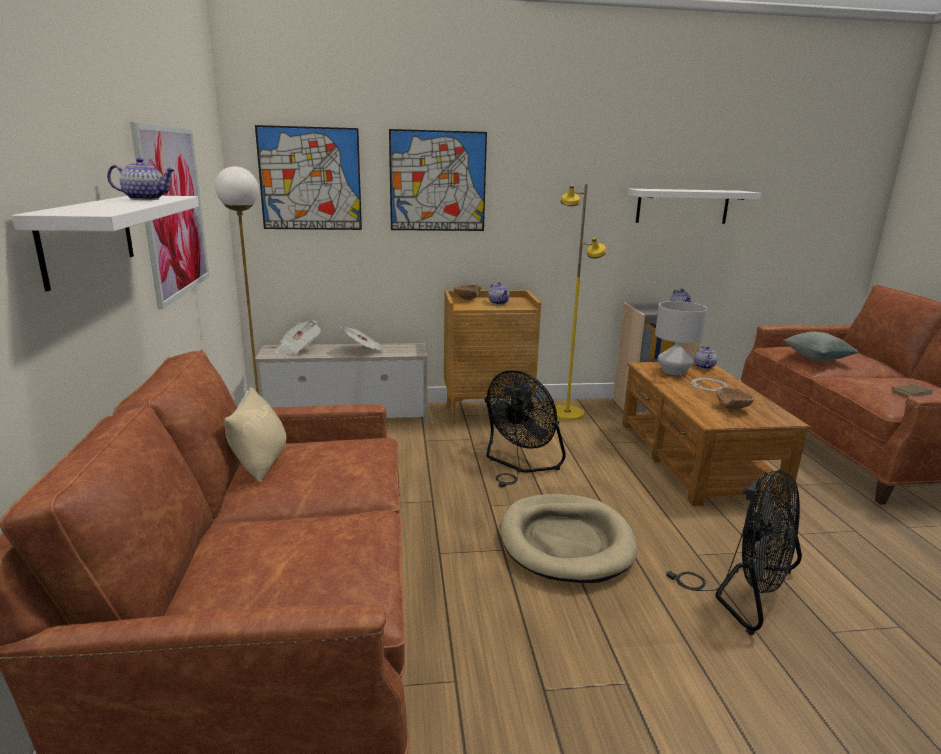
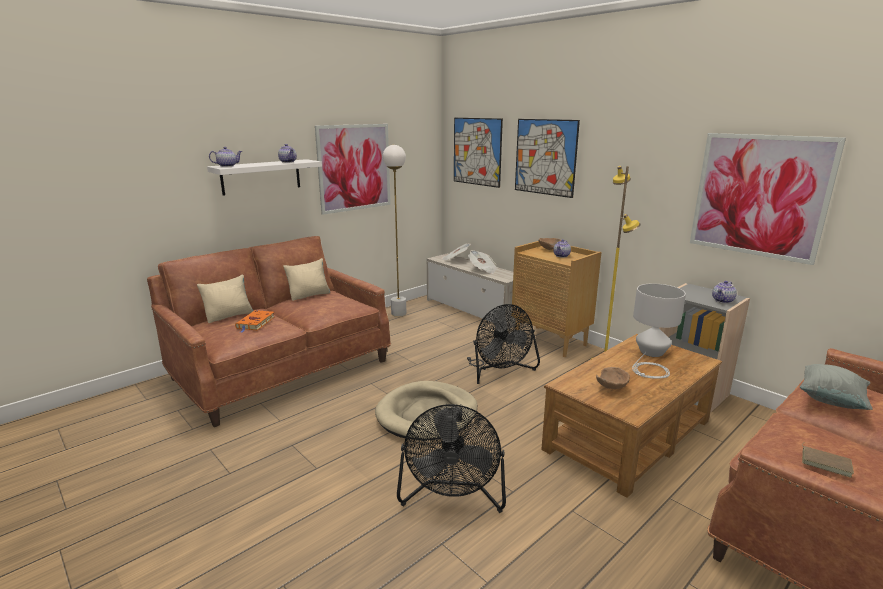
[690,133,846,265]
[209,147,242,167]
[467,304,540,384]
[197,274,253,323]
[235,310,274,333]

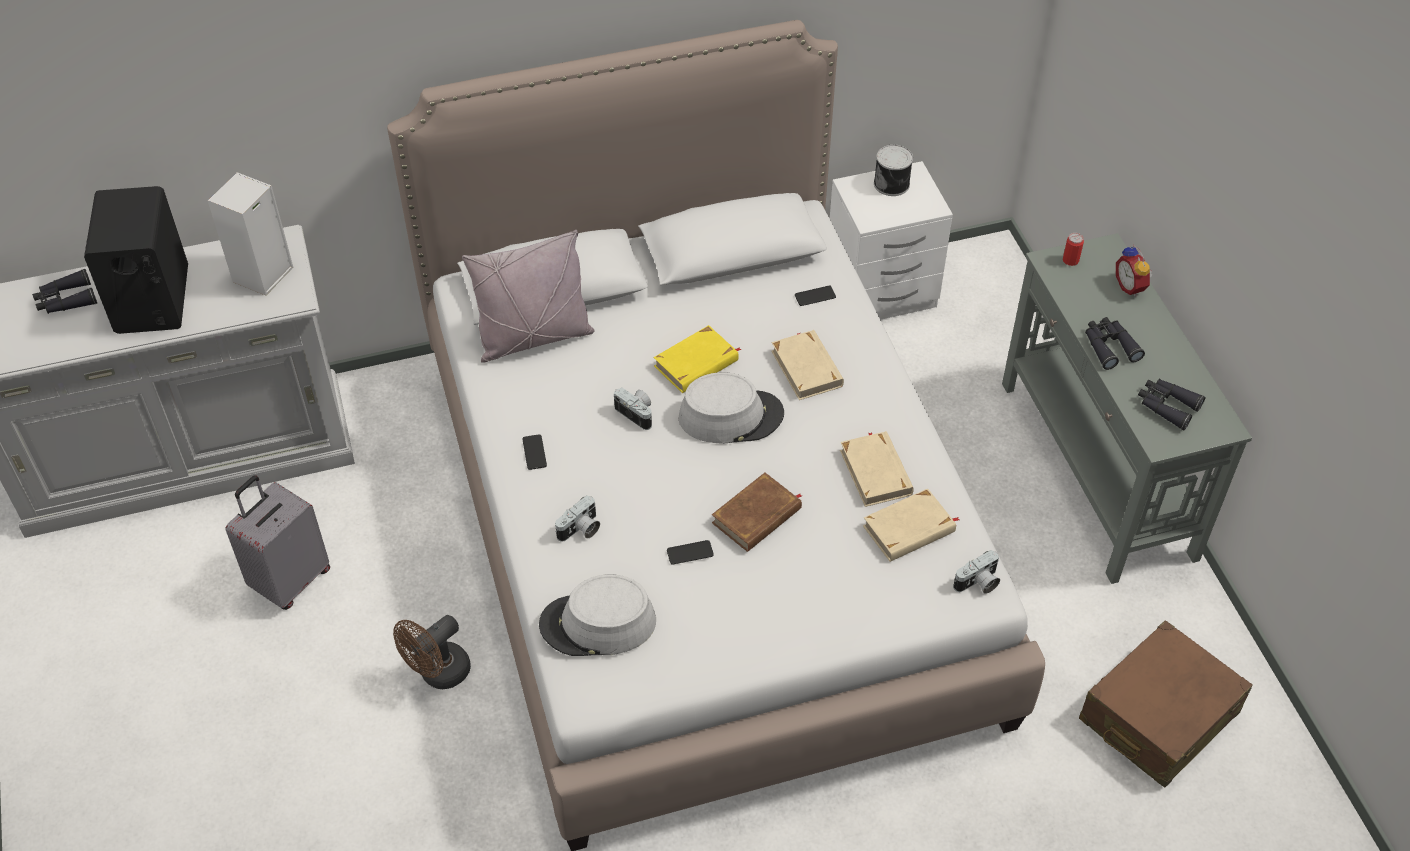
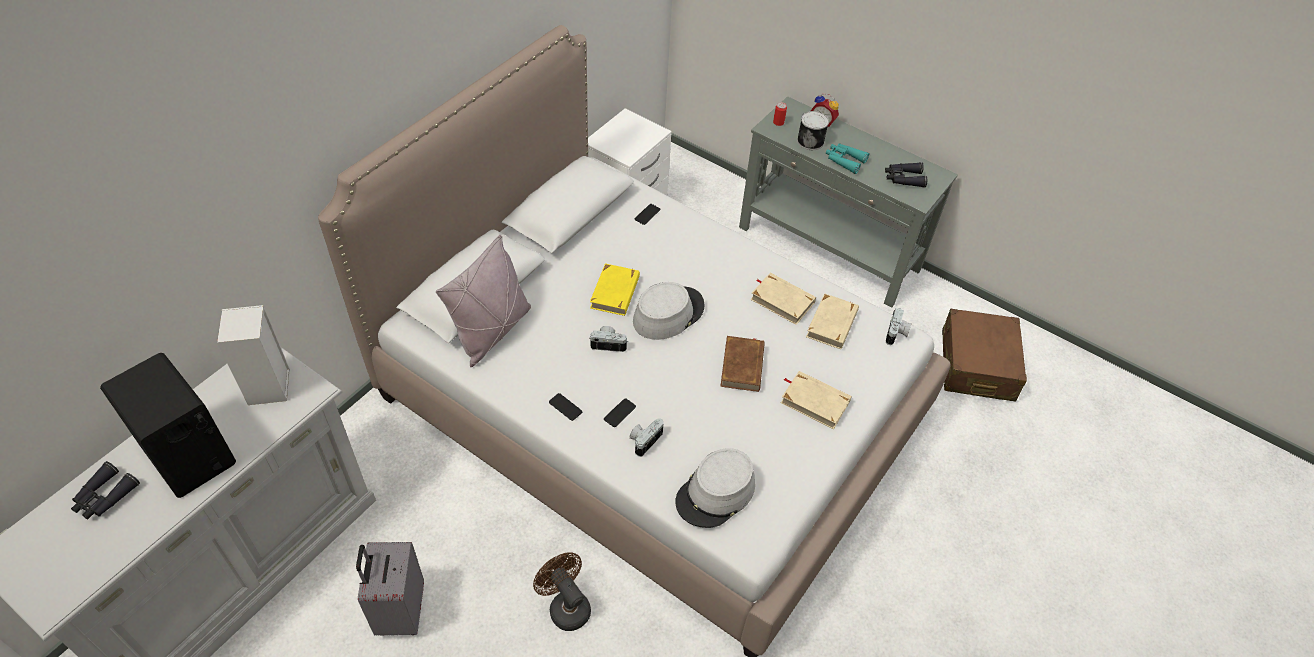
[797,111,829,150]
[826,143,869,174]
[781,371,852,429]
[630,418,664,457]
[604,398,636,427]
[533,552,591,631]

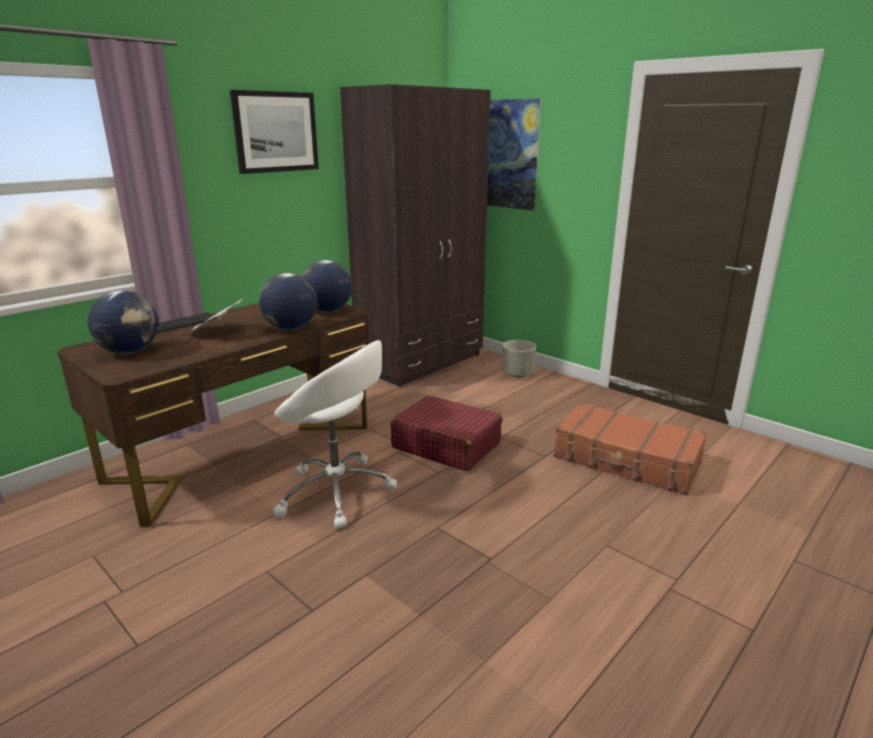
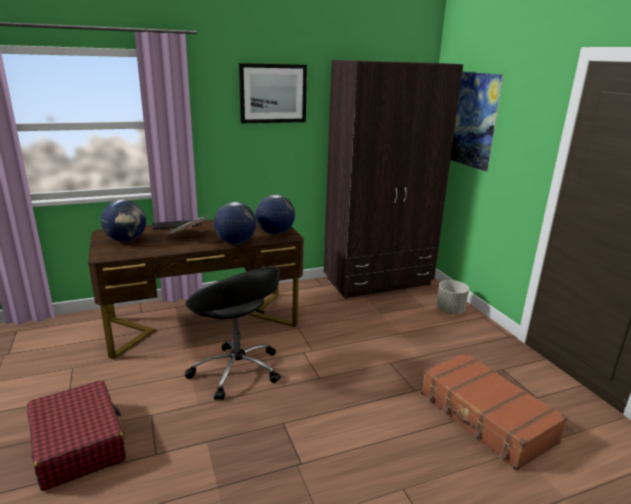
[185,266,281,400]
[27,380,126,491]

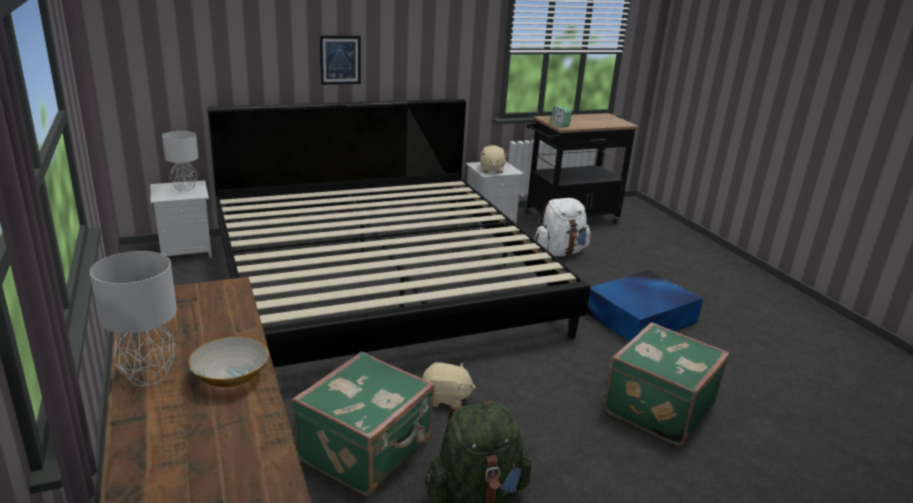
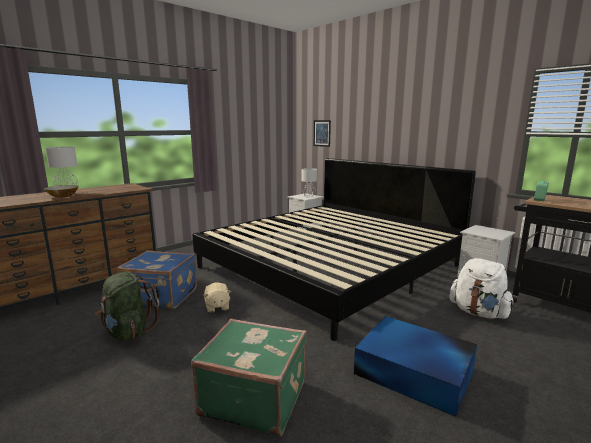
[314,120,331,147]
[481,145,508,173] (first image)
[117,250,197,309]

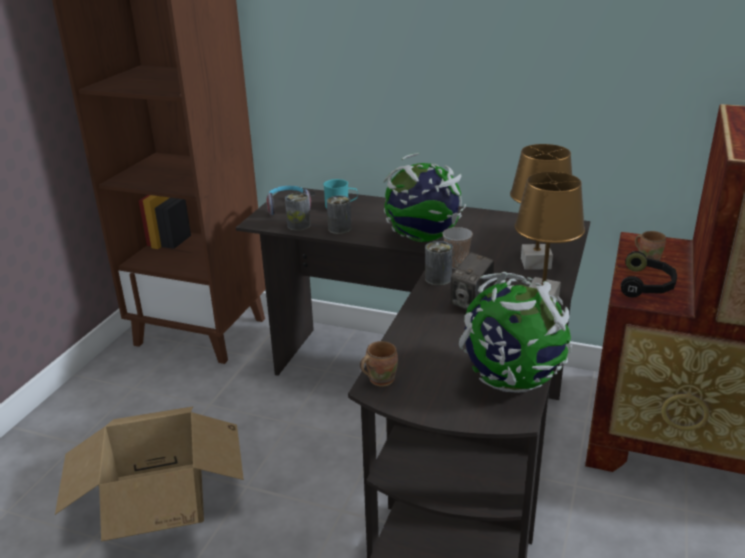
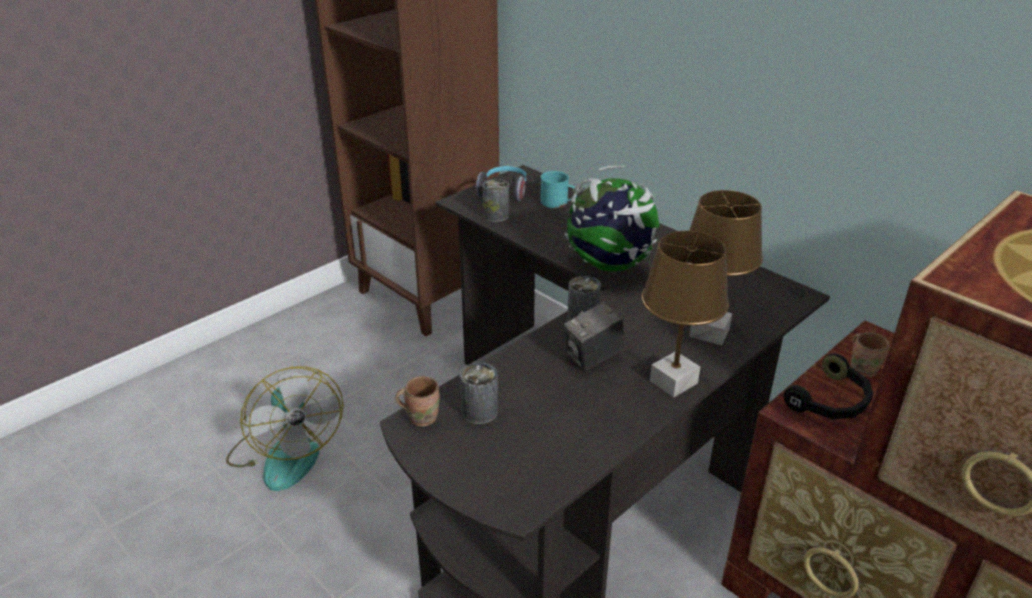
[460,363,498,424]
[442,227,473,269] (first image)
[459,272,572,393] (first image)
[226,366,344,491]

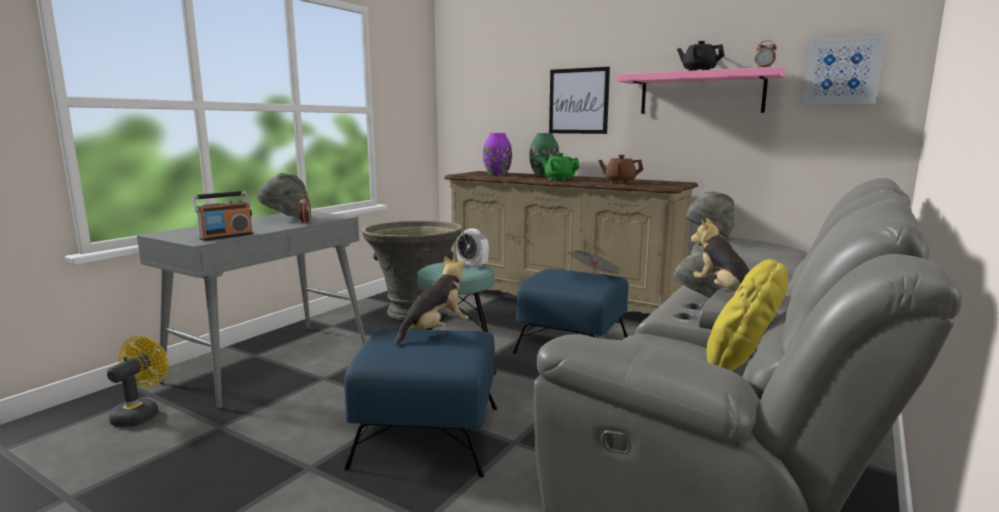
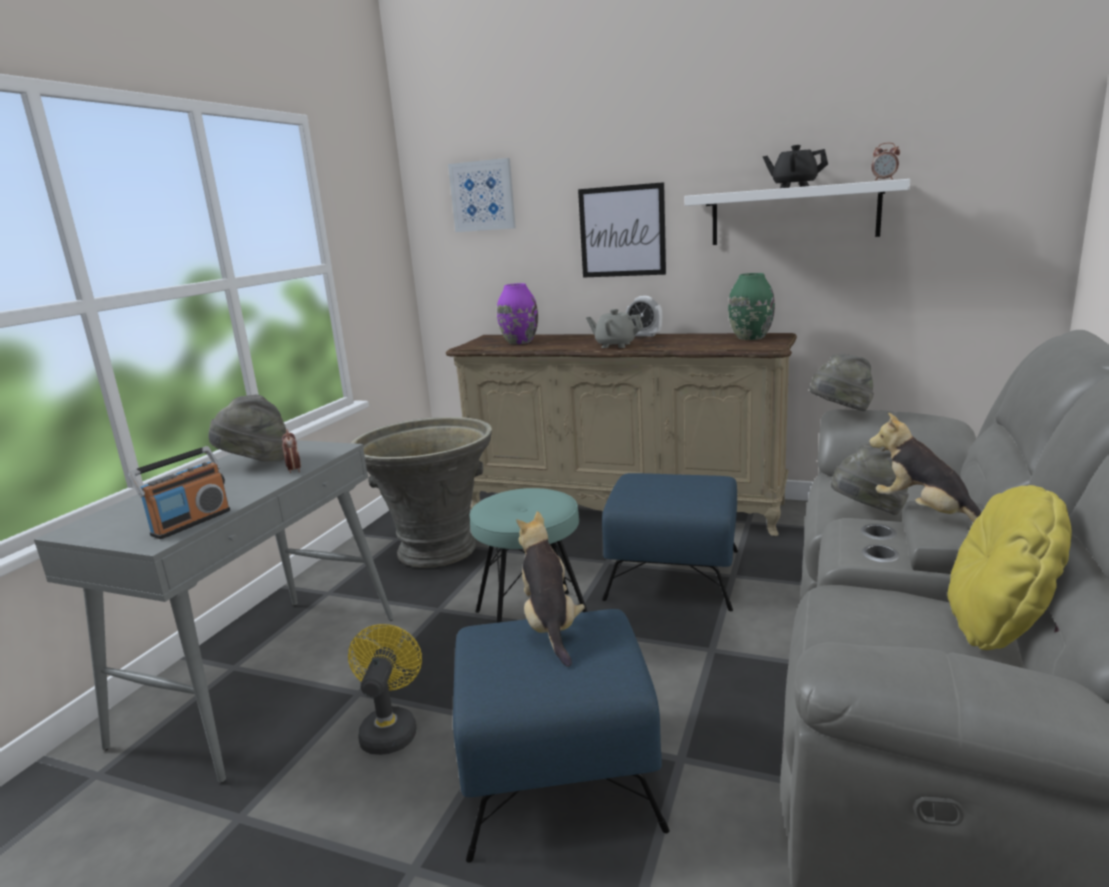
[448,158,516,232]
[685,179,910,245]
[728,273,775,340]
[586,309,643,348]
[598,155,644,184] (first image)
[626,296,662,337]
[568,251,621,274] (first image)
[516,511,585,667]
[348,624,422,755]

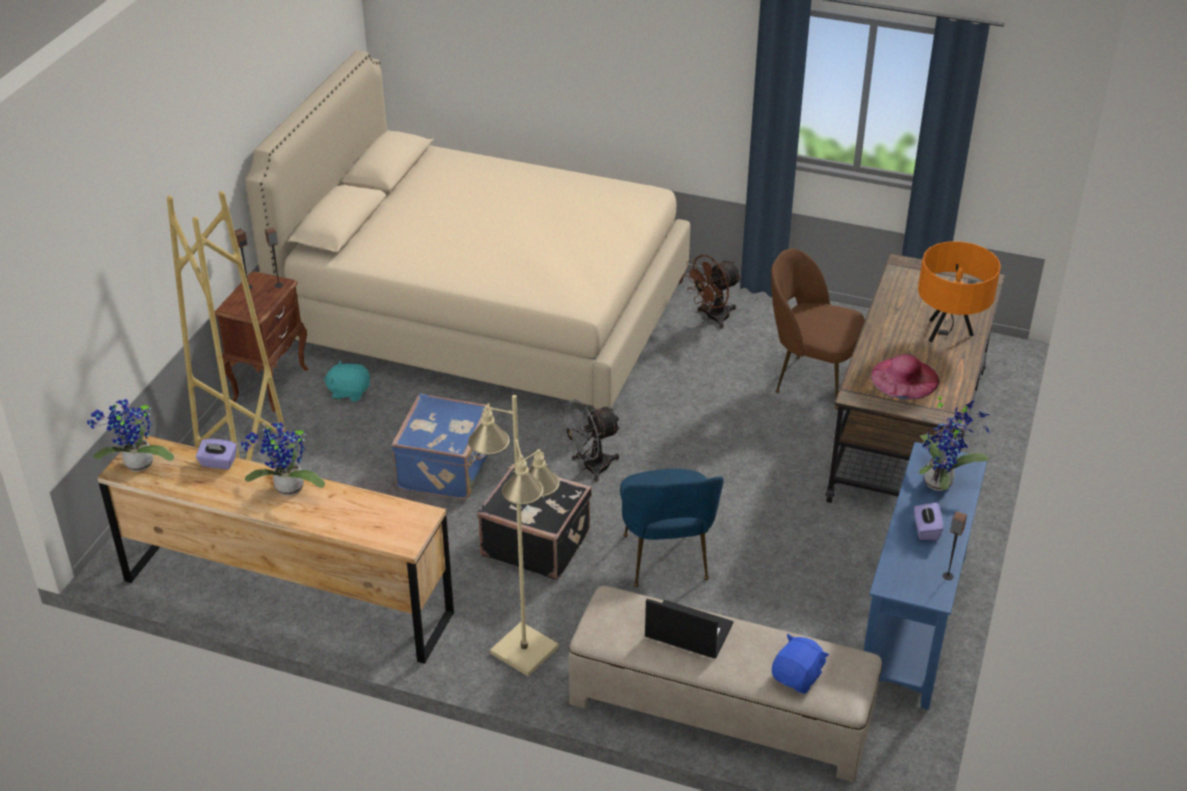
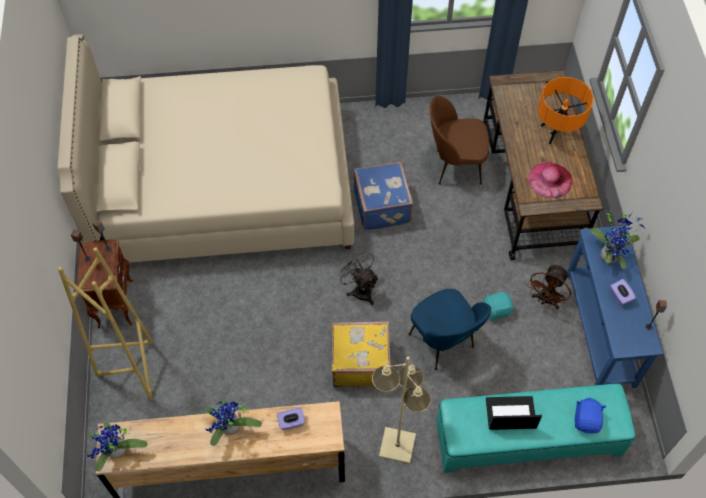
[527,264,571,309]
[483,292,514,321]
[354,161,414,231]
[335,248,379,305]
[277,408,305,430]
[331,321,391,387]
[436,384,635,473]

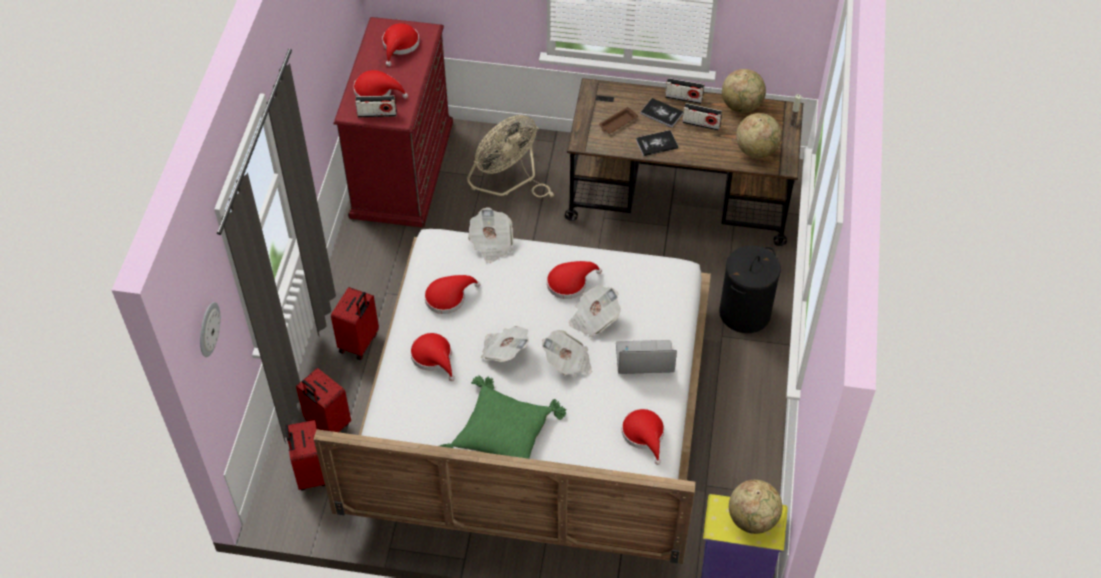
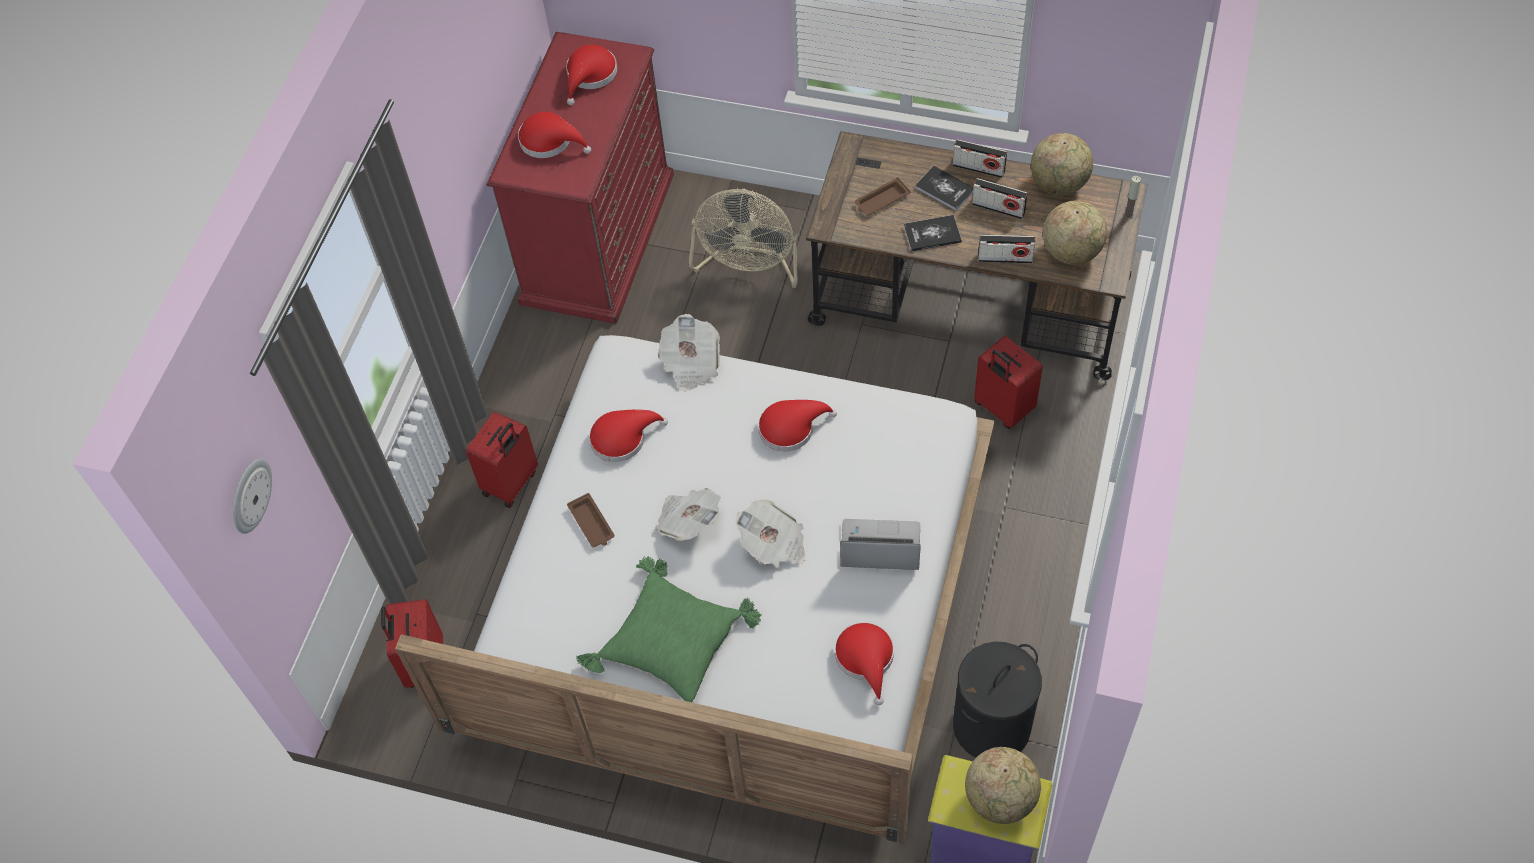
[978,235,1035,263]
[689,188,798,288]
[953,641,1042,758]
[569,285,621,337] (first image)
[567,493,614,547]
[974,336,1043,429]

